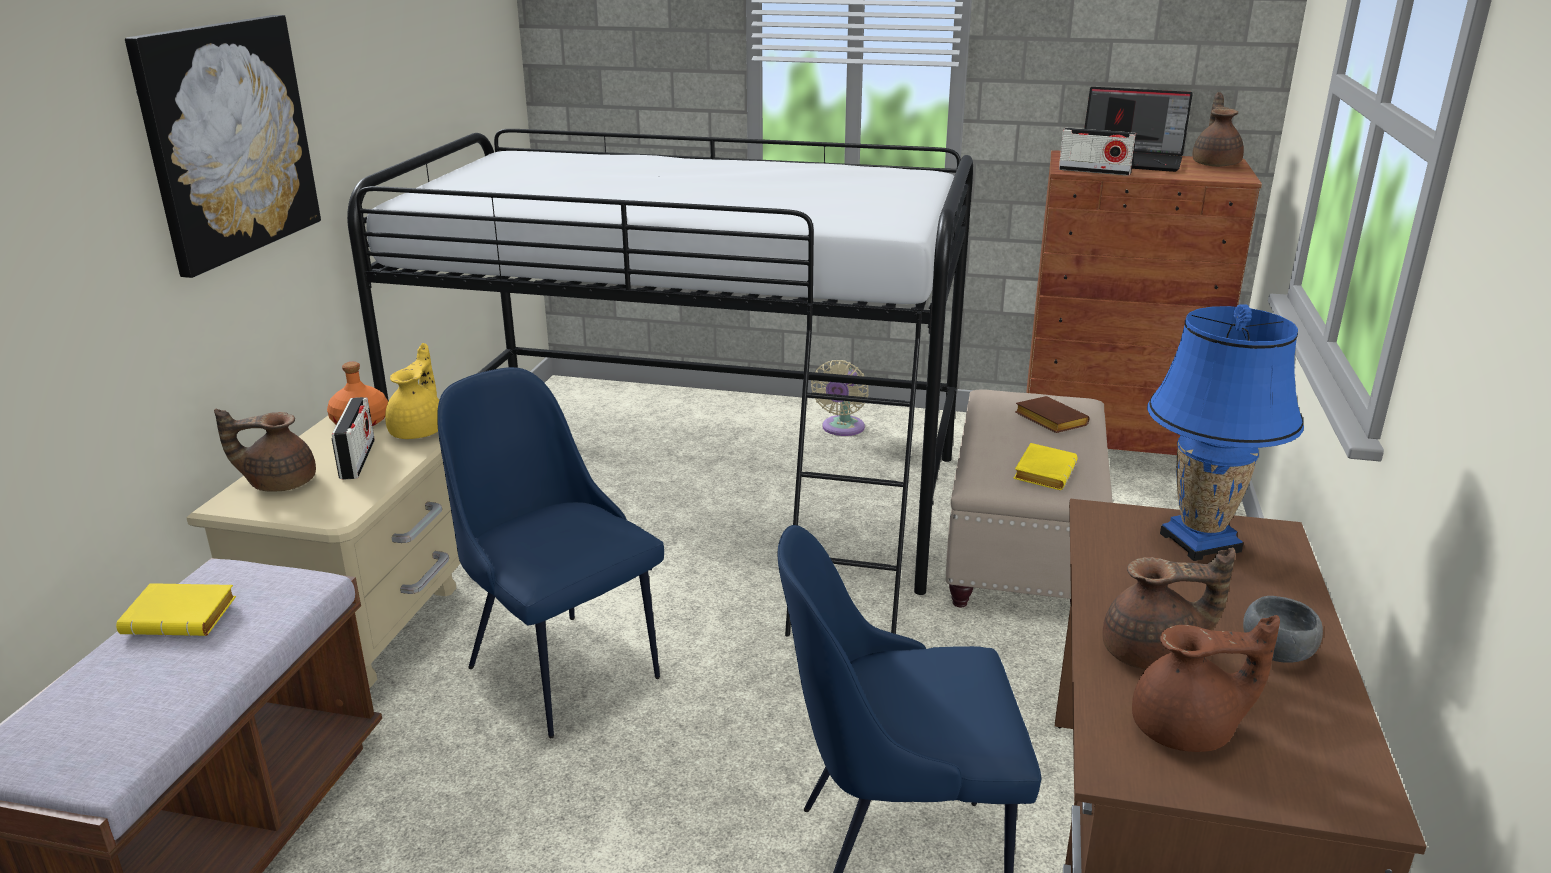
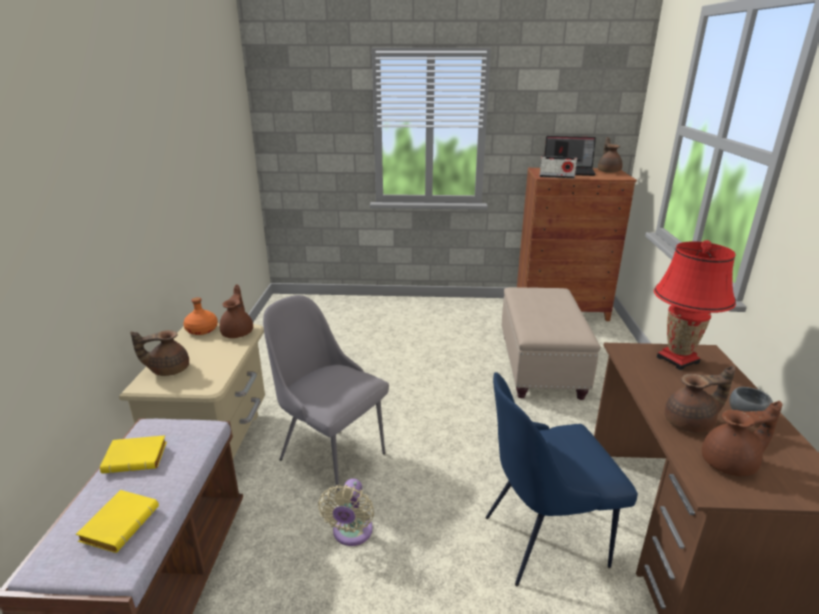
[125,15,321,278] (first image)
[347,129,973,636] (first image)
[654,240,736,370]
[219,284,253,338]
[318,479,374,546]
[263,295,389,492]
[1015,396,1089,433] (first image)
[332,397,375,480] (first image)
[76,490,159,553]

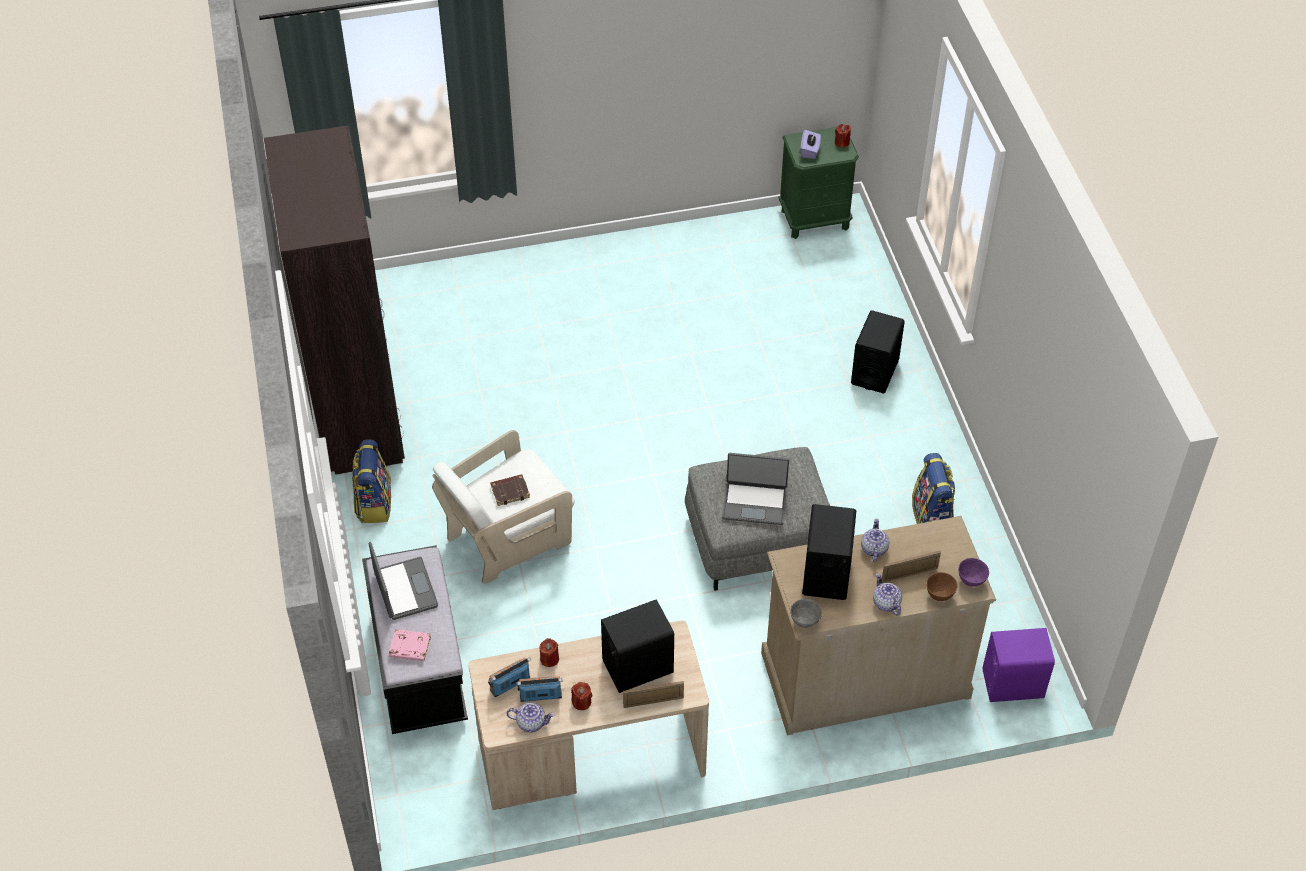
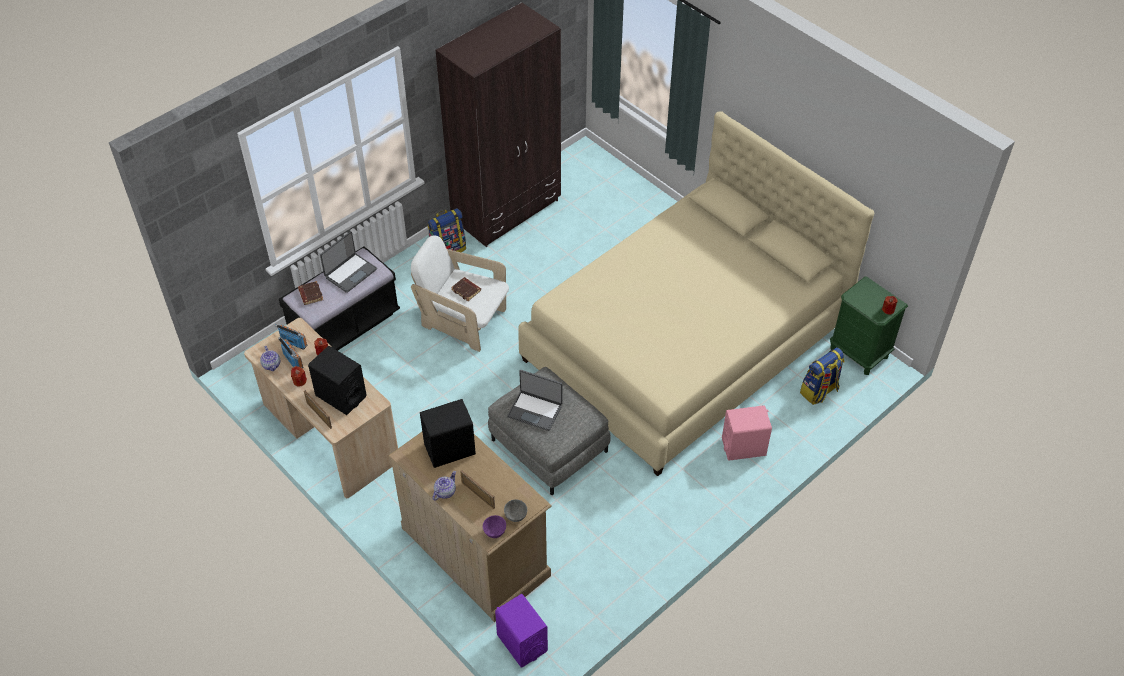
[801,130,821,159] (first image)
[722,405,772,461]
[507,370,562,431]
[800,348,845,405]
[861,518,889,562] (first image)
[926,572,958,601] (first image)
[504,499,527,522]
[298,281,323,305]
[518,111,874,476]

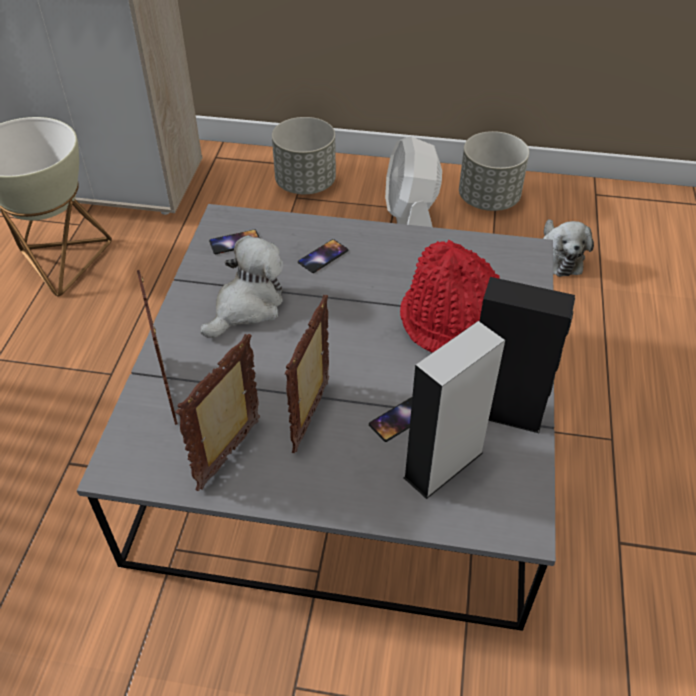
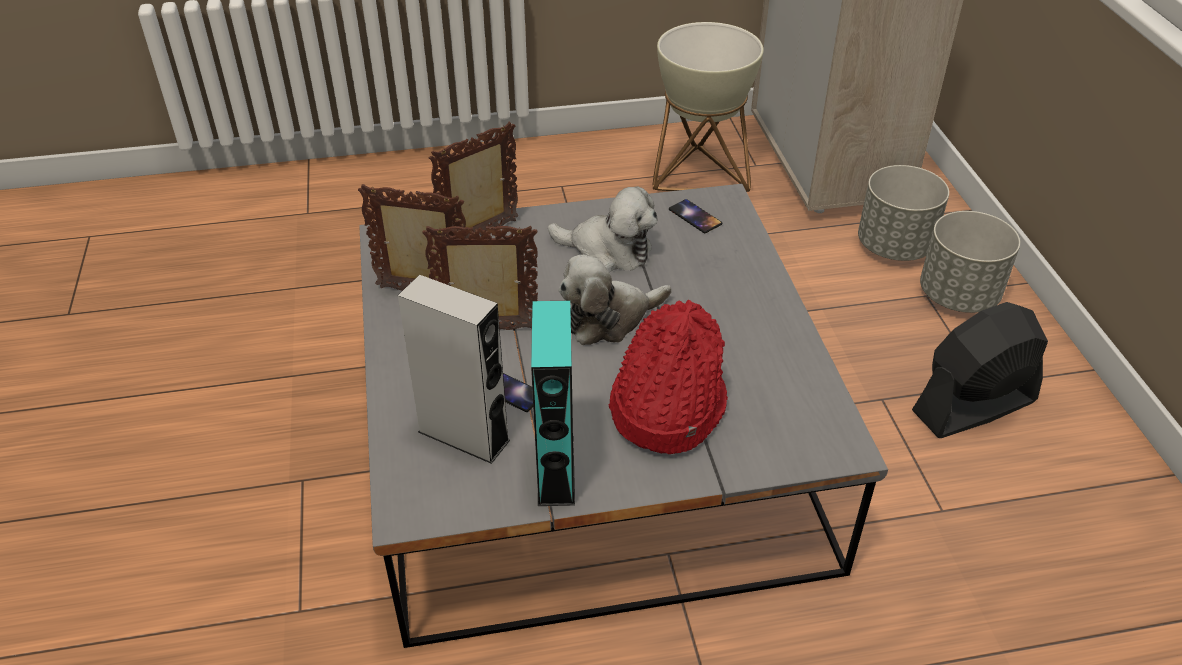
[858,165,949,261]
[912,302,1048,438]
[558,255,672,345]
[298,239,348,273] (first image)
[531,301,575,506]

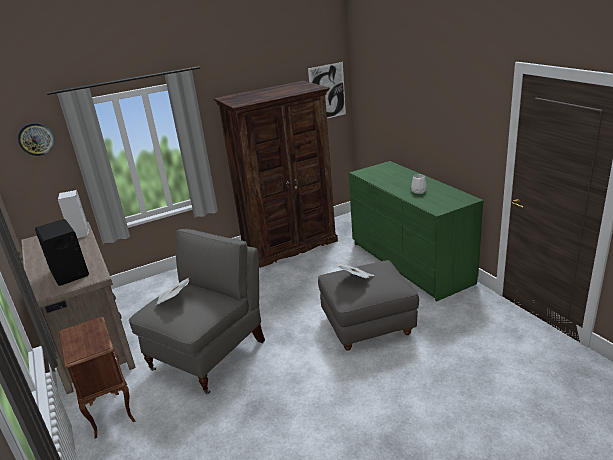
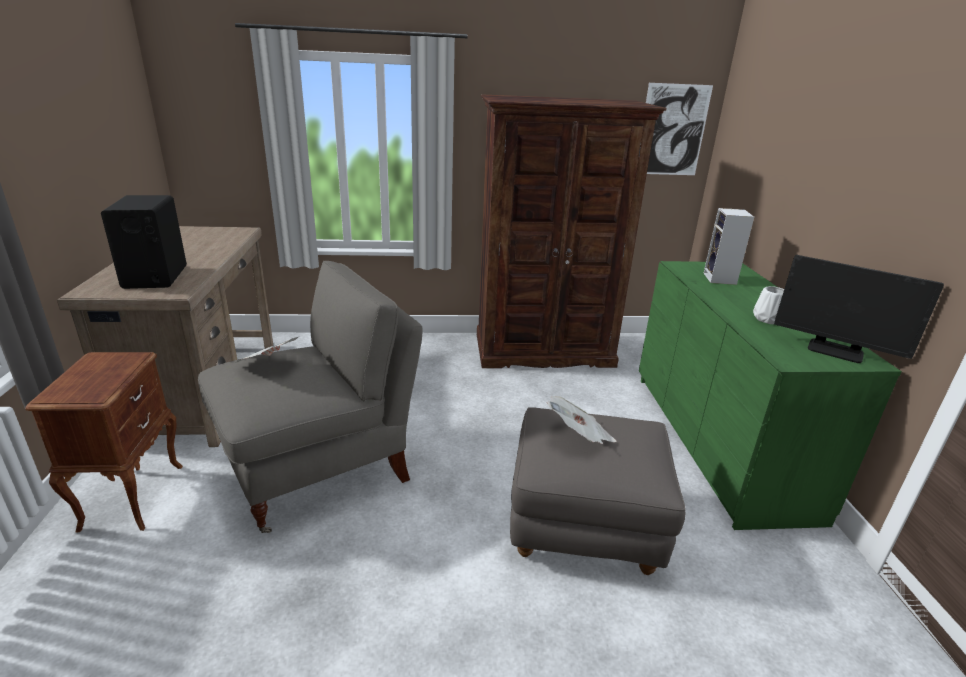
[18,123,55,156] (first image)
[703,208,754,285]
[774,255,944,363]

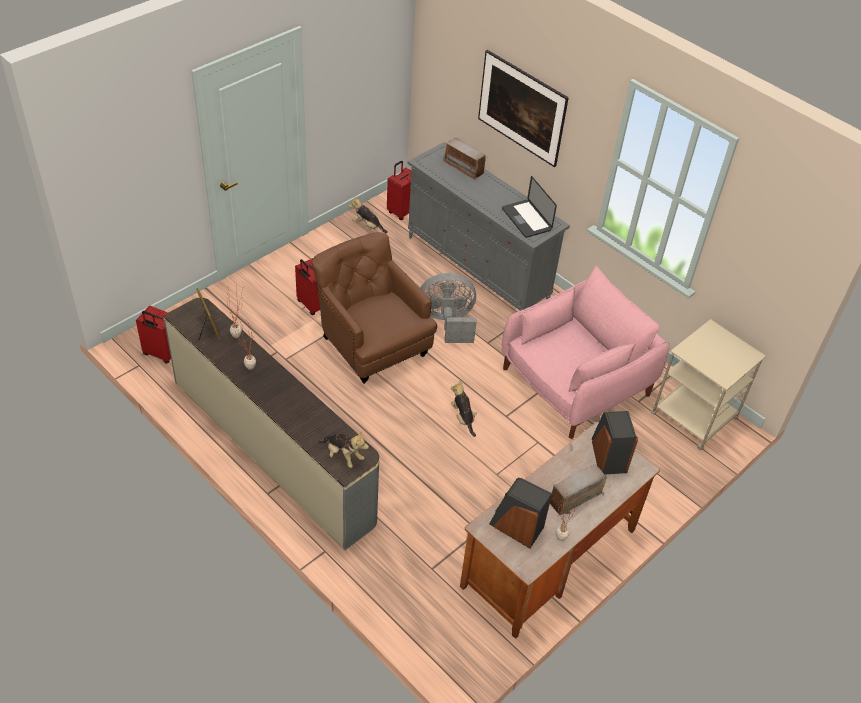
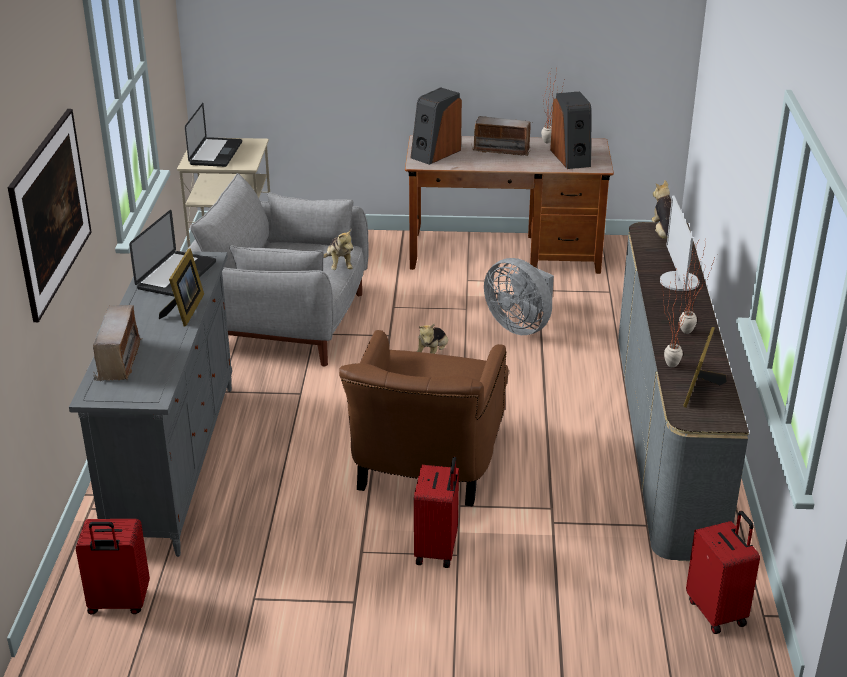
[323,229,353,270]
[186,173,369,367]
[484,258,554,335]
[185,103,242,167]
[660,195,699,291]
[159,249,204,326]

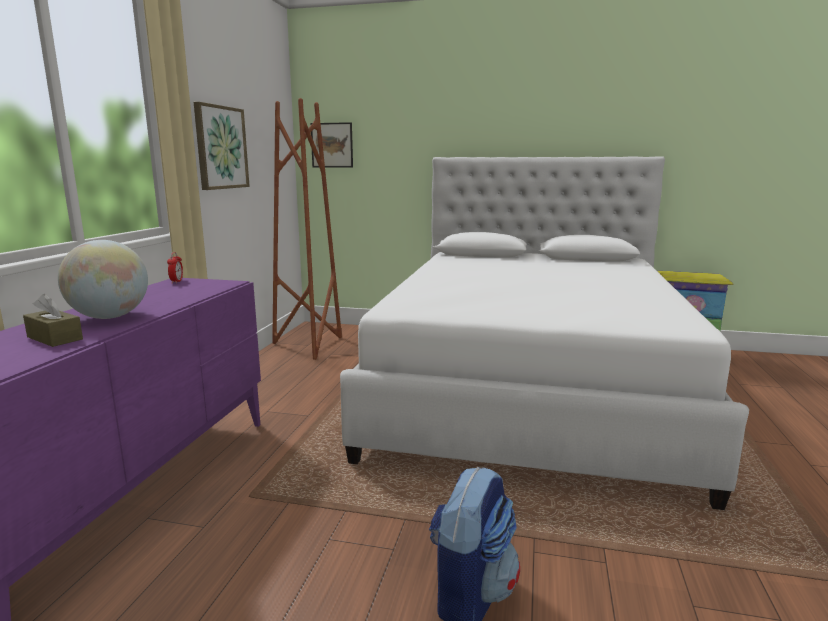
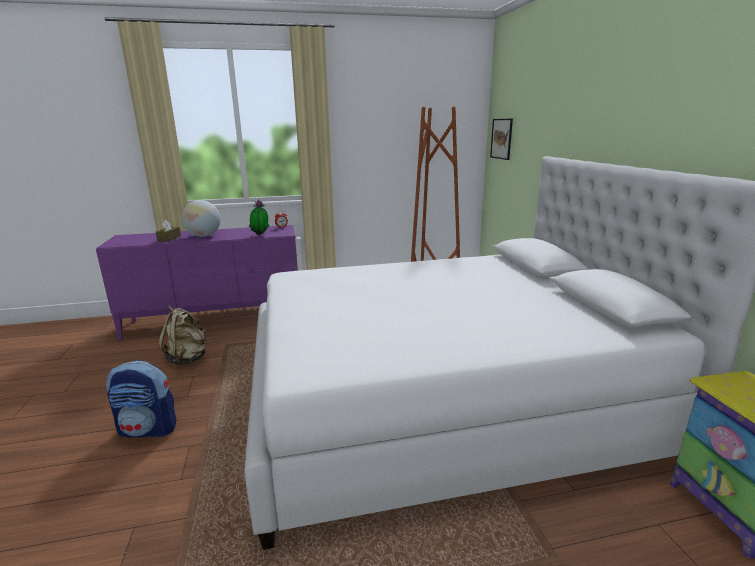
[194,102,250,190] (first image)
[249,200,269,235]
[159,306,208,365]

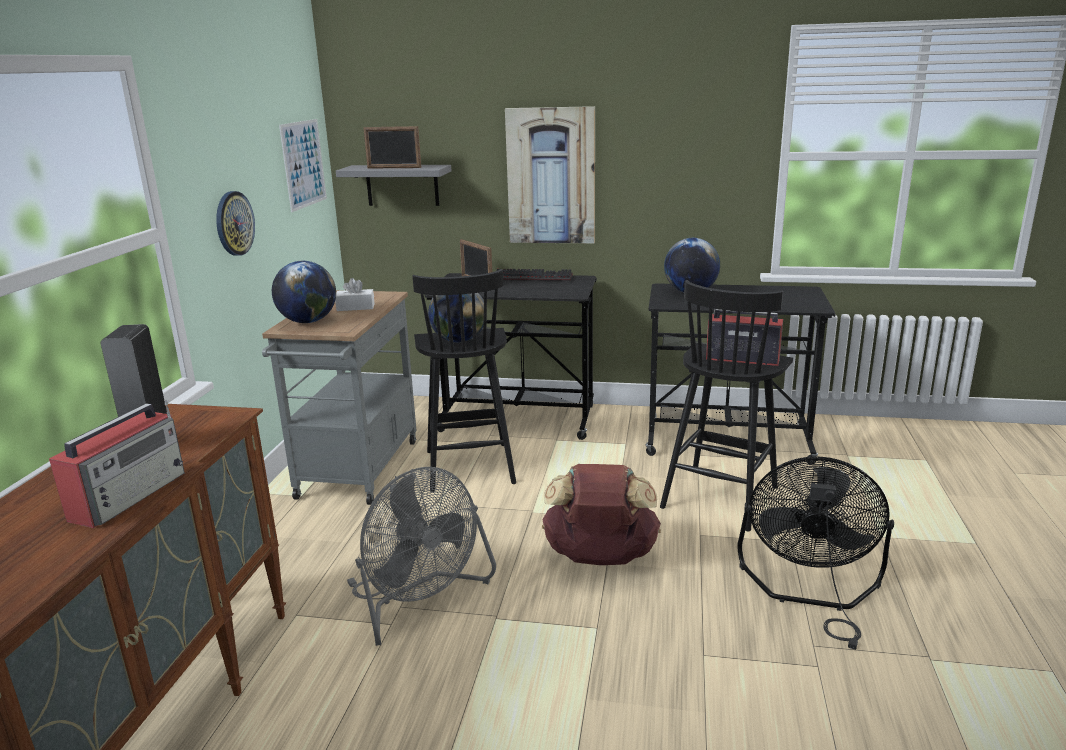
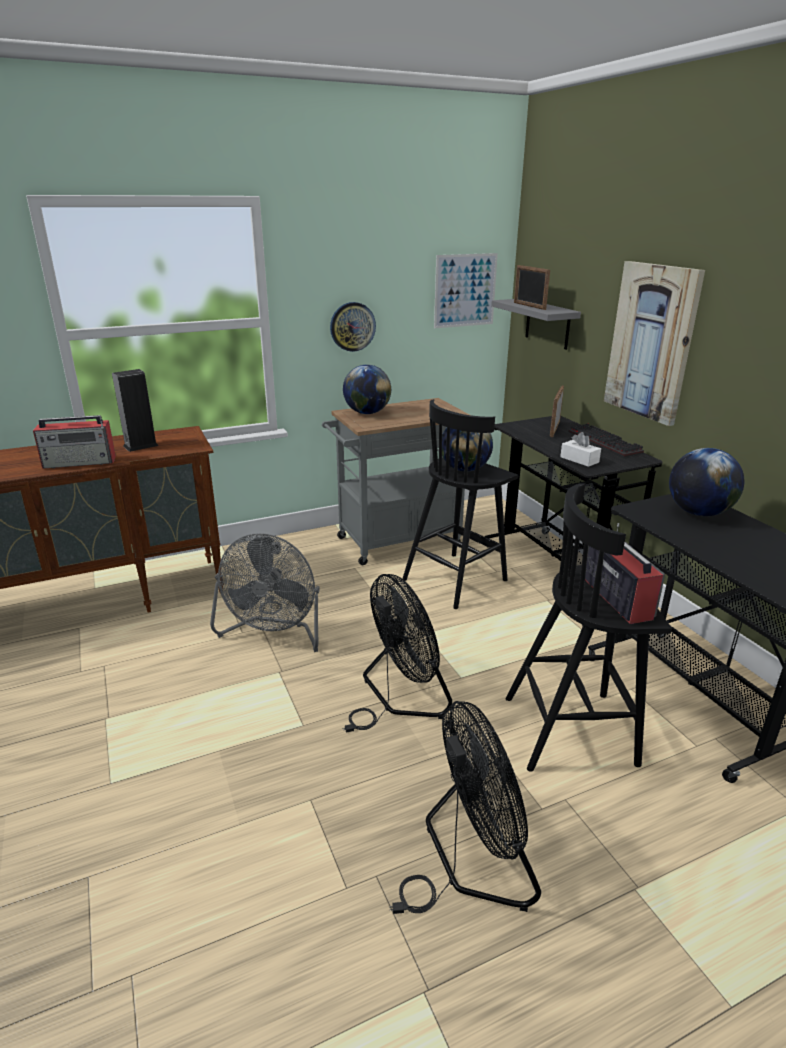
[560,432,601,467]
[342,574,452,732]

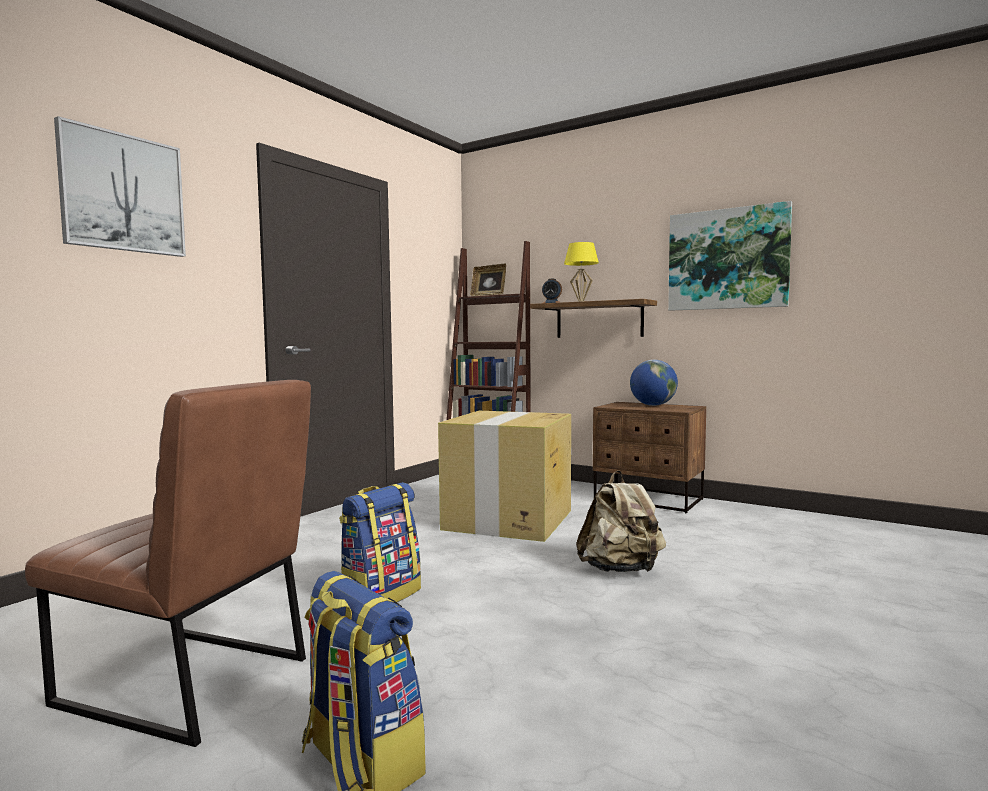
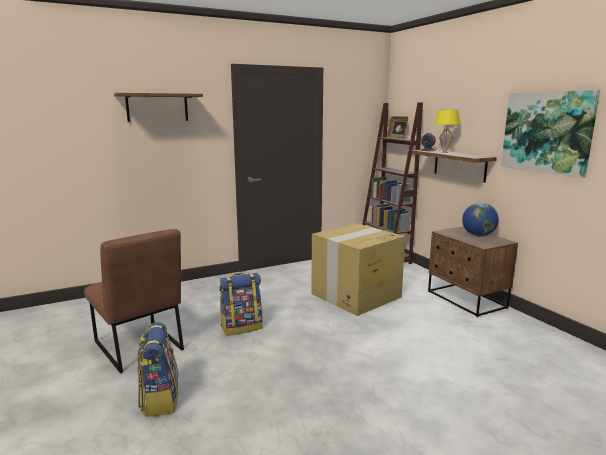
[114,93,203,122]
[576,470,666,572] (first image)

